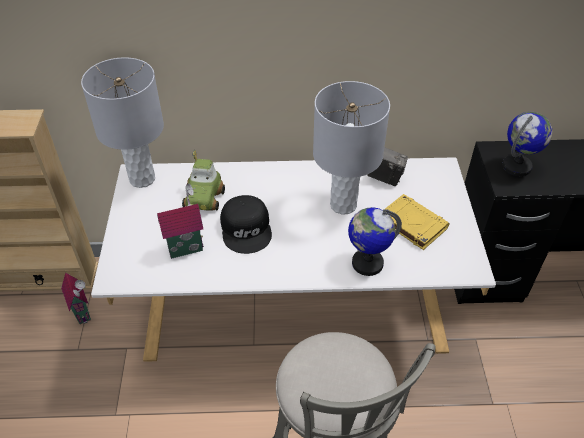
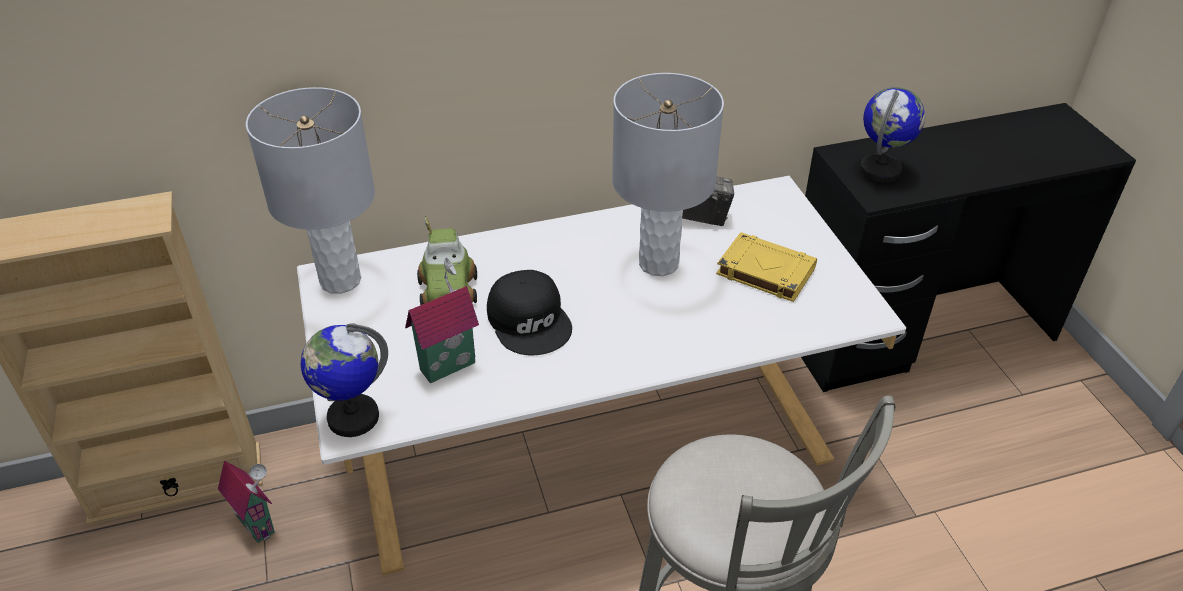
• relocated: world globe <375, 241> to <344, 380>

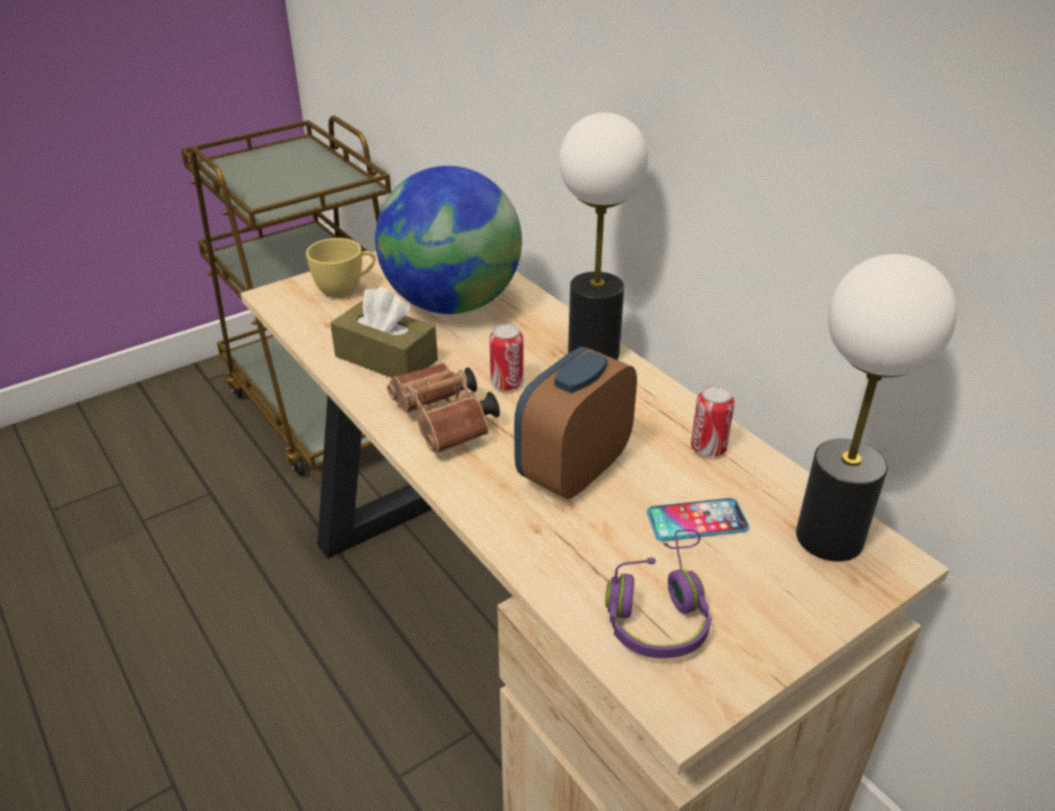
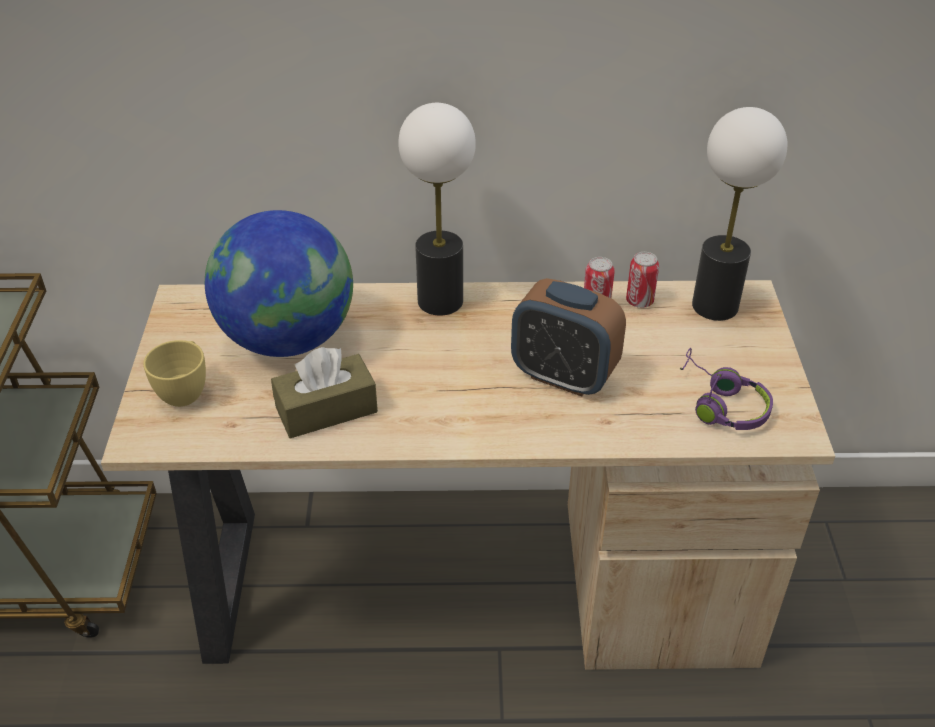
• missing: brown binoculars <443, 408>
• relocated: can <506, 356> to <642, 280>
• spun: alarm clock <575, 423> = <568, 337> 45 degrees counterclockwise
• missing: handset <698, 519>

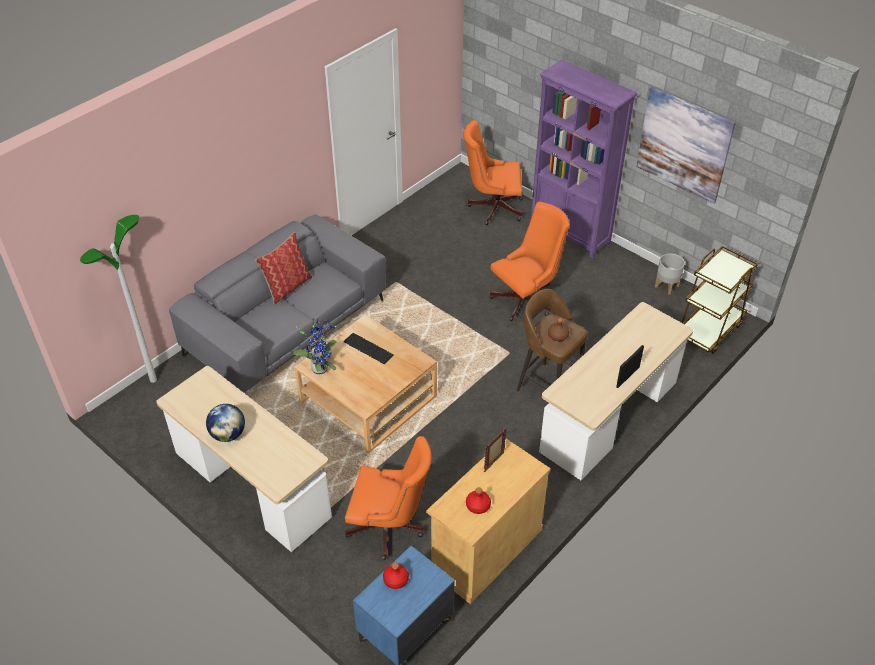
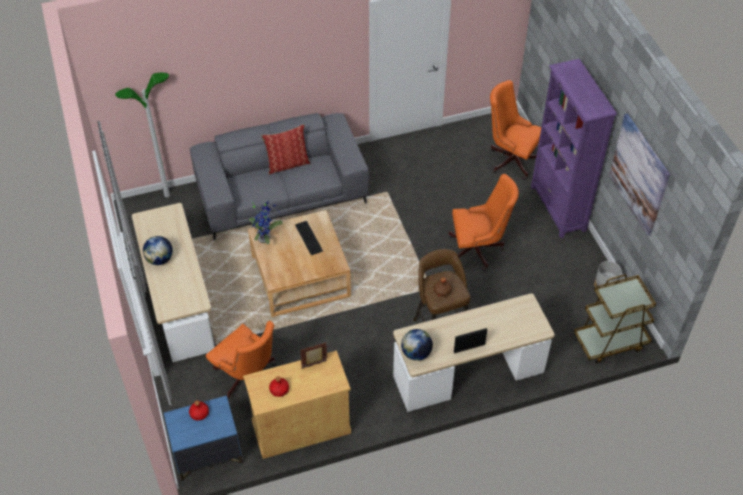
• appeared: world globe <417, 345>

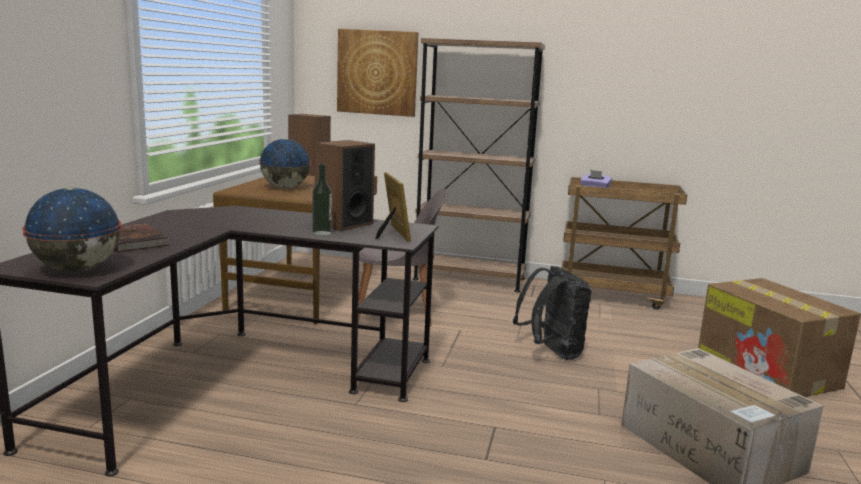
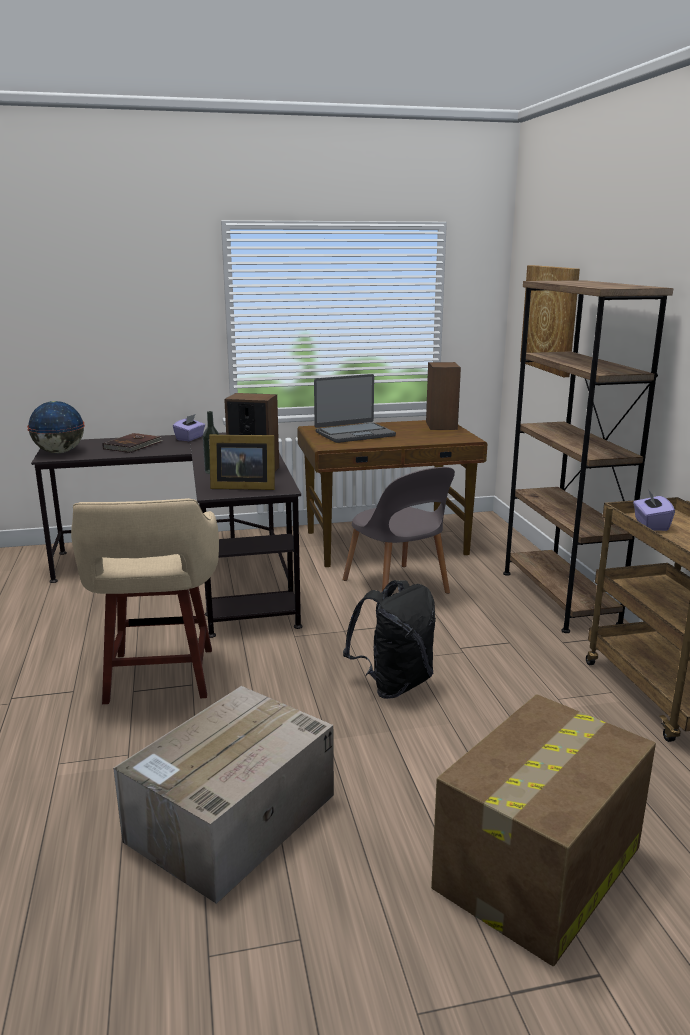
• exchanged: world globe <285, 164> to notebook computer <355, 408>
• spun: picture frame <393, 207> = <242, 462> 45 degrees clockwise
• appeared: sand-coloured stool seat <145, 601>
• appeared: purple tissue box <189, 427>

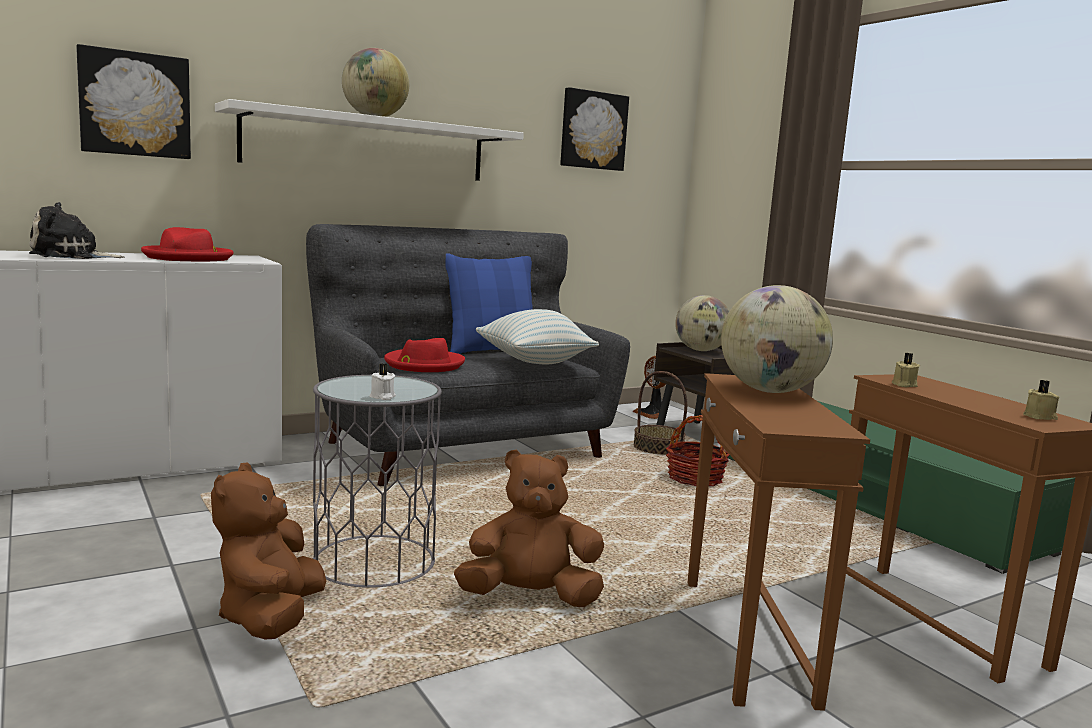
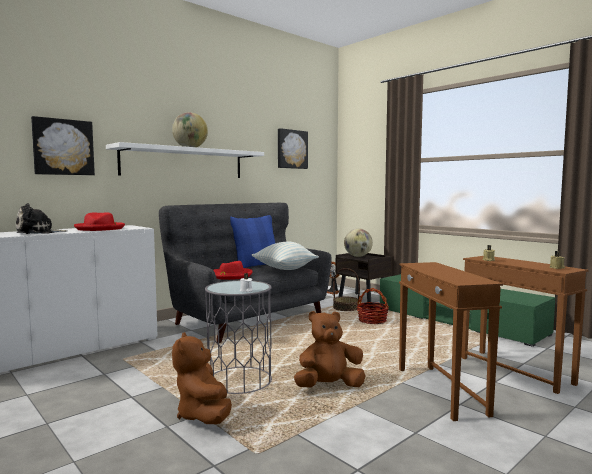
• missing: world globe <777, 339>

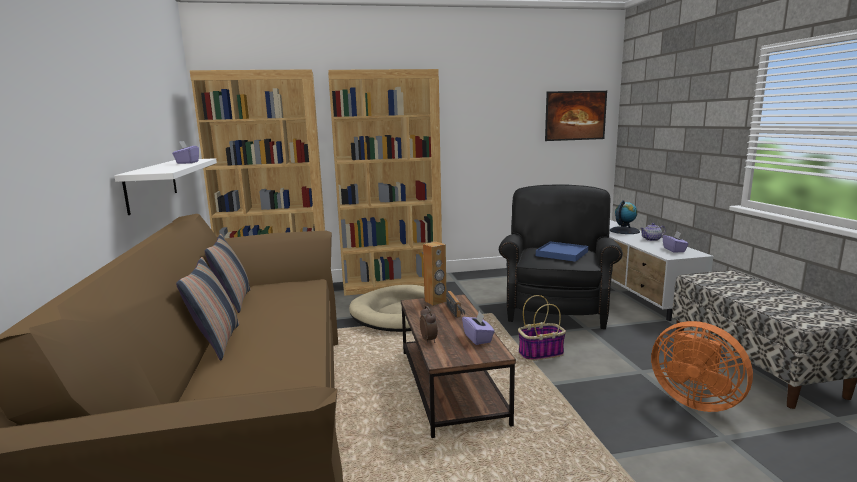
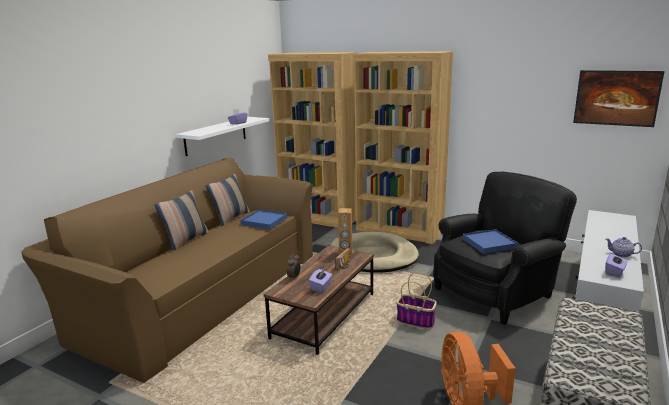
• missing: world globe <625, 217>
• appeared: bluish carrying tray <264, 219>

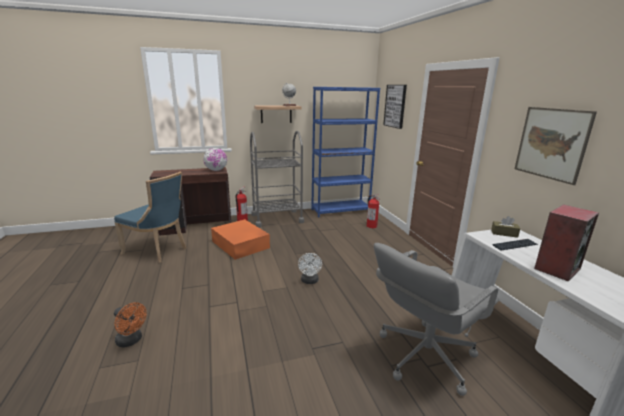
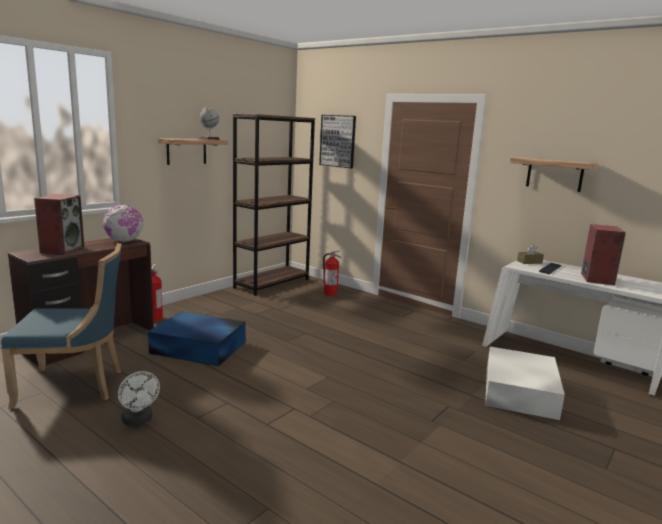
• missing: orangey fan <130, 325>
• colour: orangey storage box <240, 239> to bluish storage box <196, 339>
• missing: gray cart <277, 179>
• relocated: whitish fan <310, 268> to <139, 398>
• colour: bluish bookshelf <346, 152> to brown bookshelf <274, 204>
• exchanged: gray office chair <436, 319> to whitish storage box <525, 383>
• exchanged: picture <556, 146> to shelf <553, 174>
• appeared: loudspeaker <59, 224>

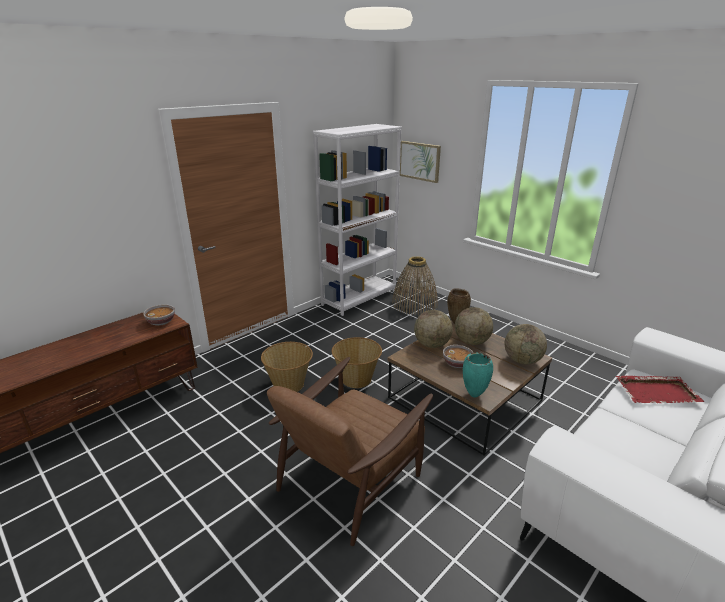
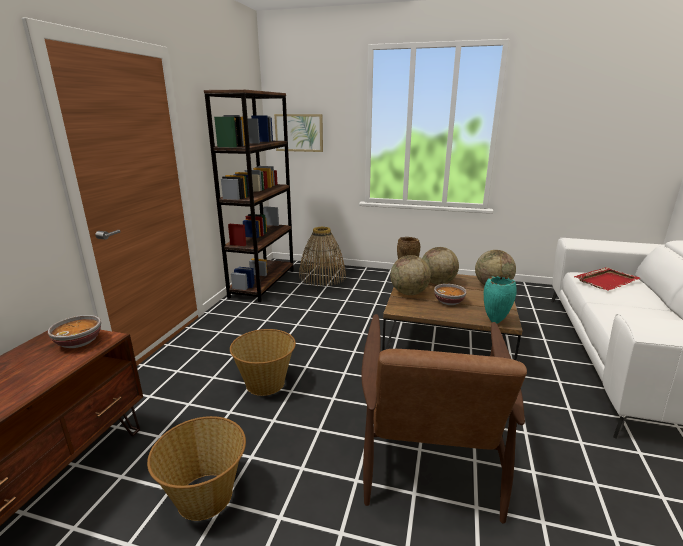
• colour: whitish bookshelf <357, 220> to brown bookshelf <249, 195>
• relocated: storage basket <357, 362> to <196, 468>

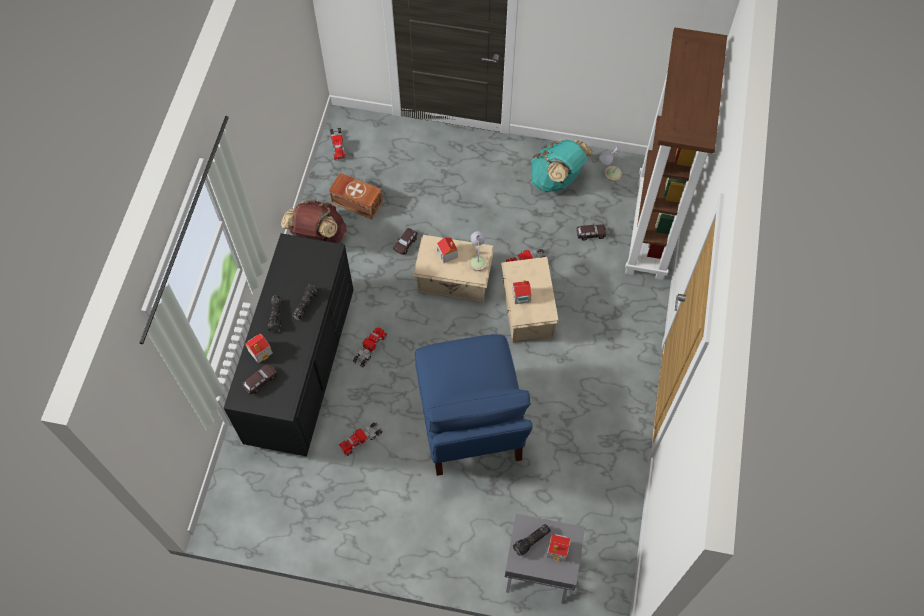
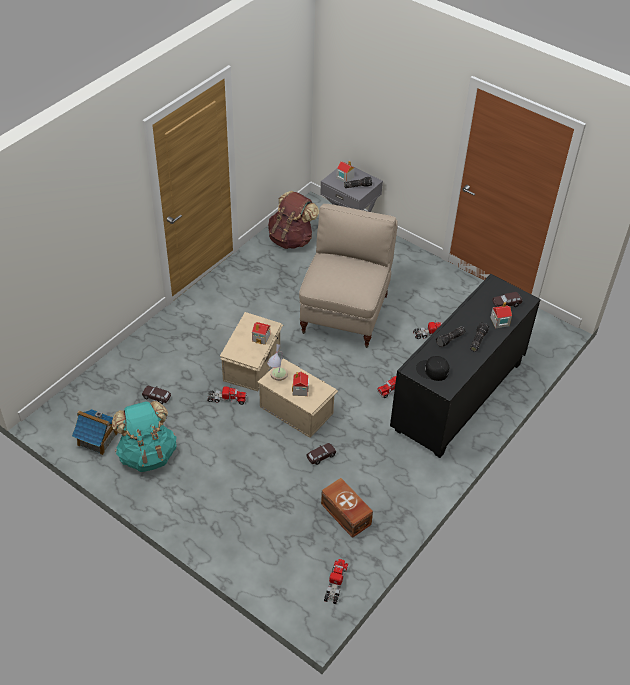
• relocated: brown rucksack <314, 221> to <293, 220>
• colour: bluish plain chair <474, 405> to sand-coloured plain chair <348, 276>
• exchanged: lamp for a table <611, 163> to miniature house <95, 432>
• missing: brown bookshelf <676, 154>
• appeared: black peaked cap <433, 368>

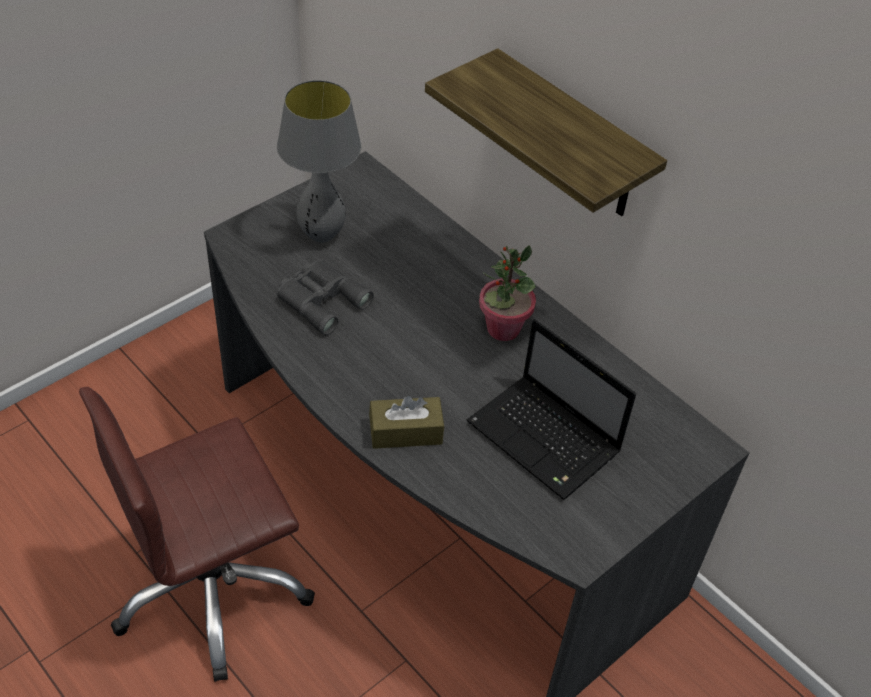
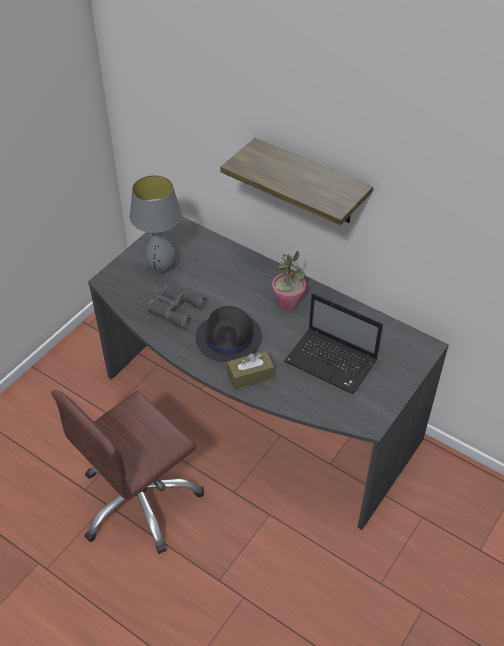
• appeared: black clothing hat <228, 334>

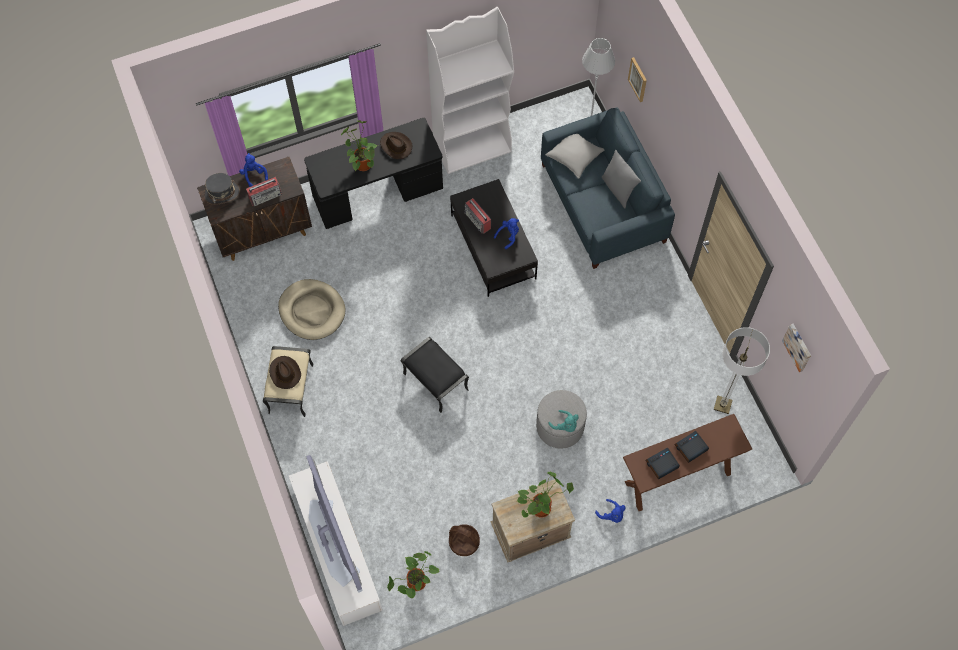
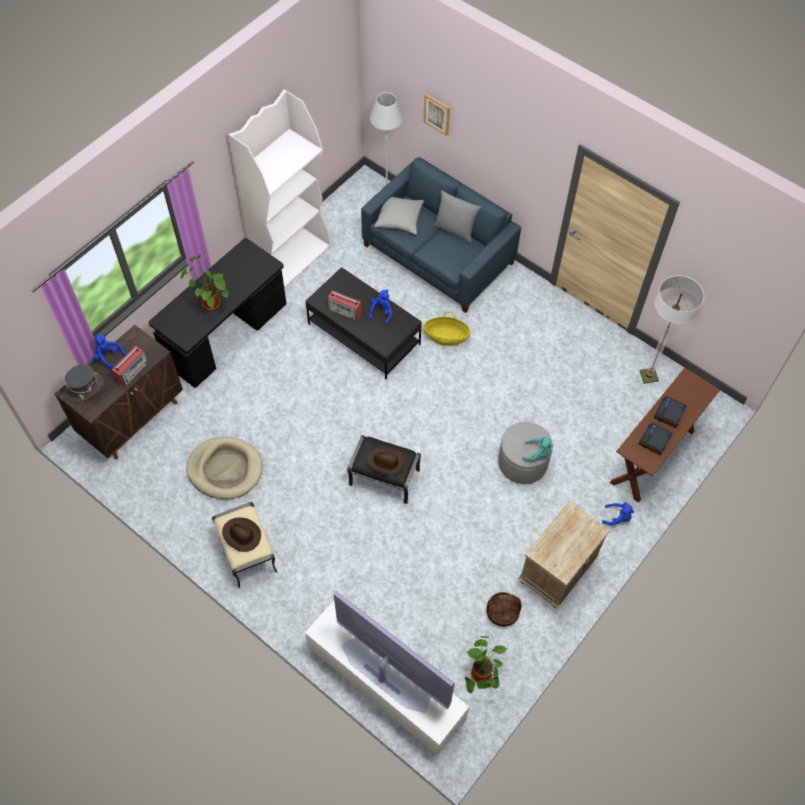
• relocated: brown clothing hat <396, 145> to <385, 461>
• missing: plant in a pot <545, 495>
• missing: picture <796, 348>
• appeared: storage basket <447, 329>

